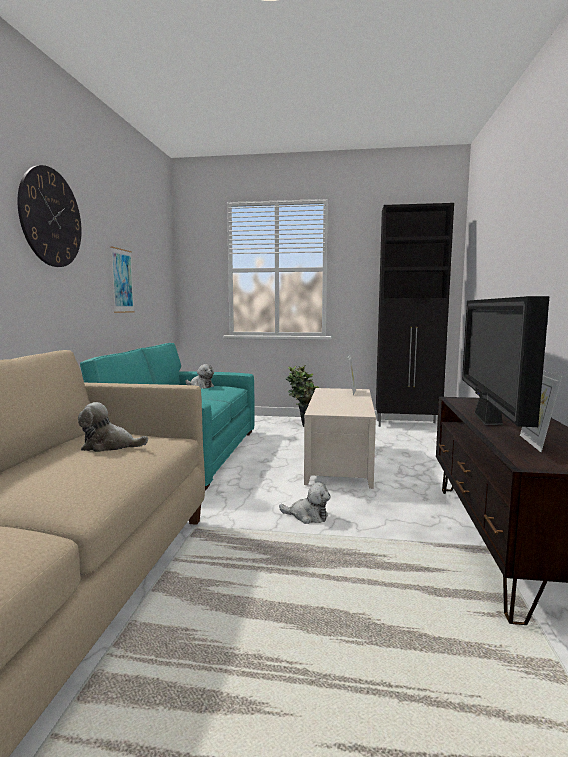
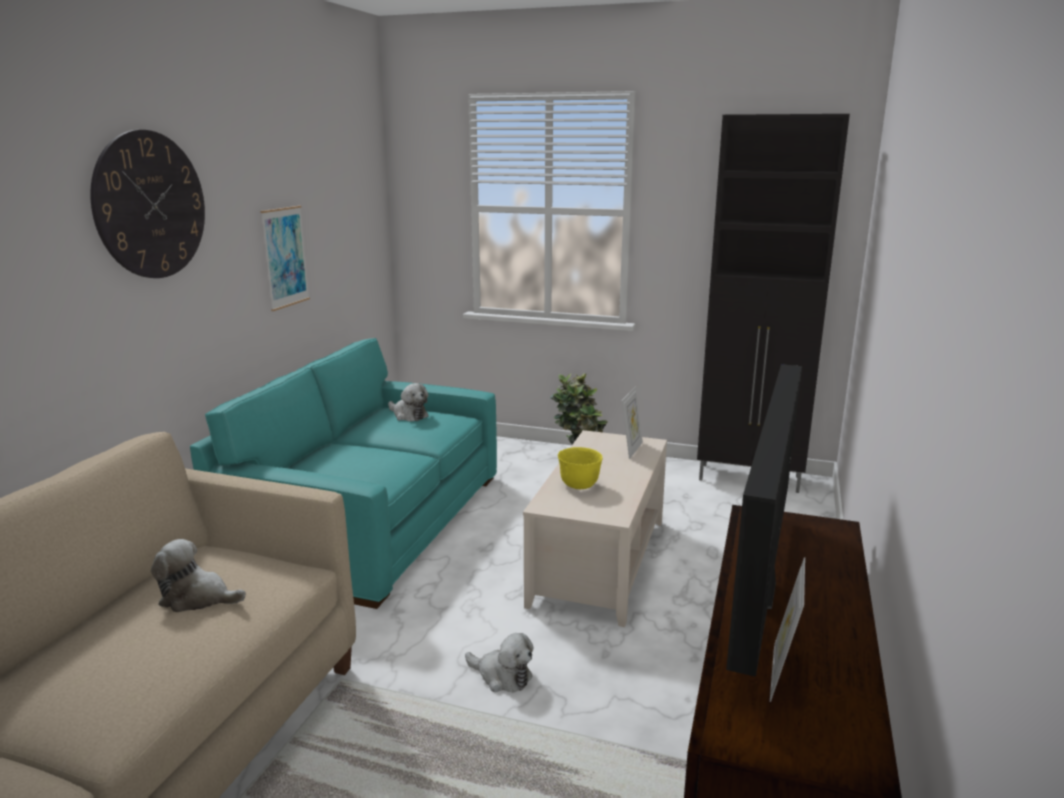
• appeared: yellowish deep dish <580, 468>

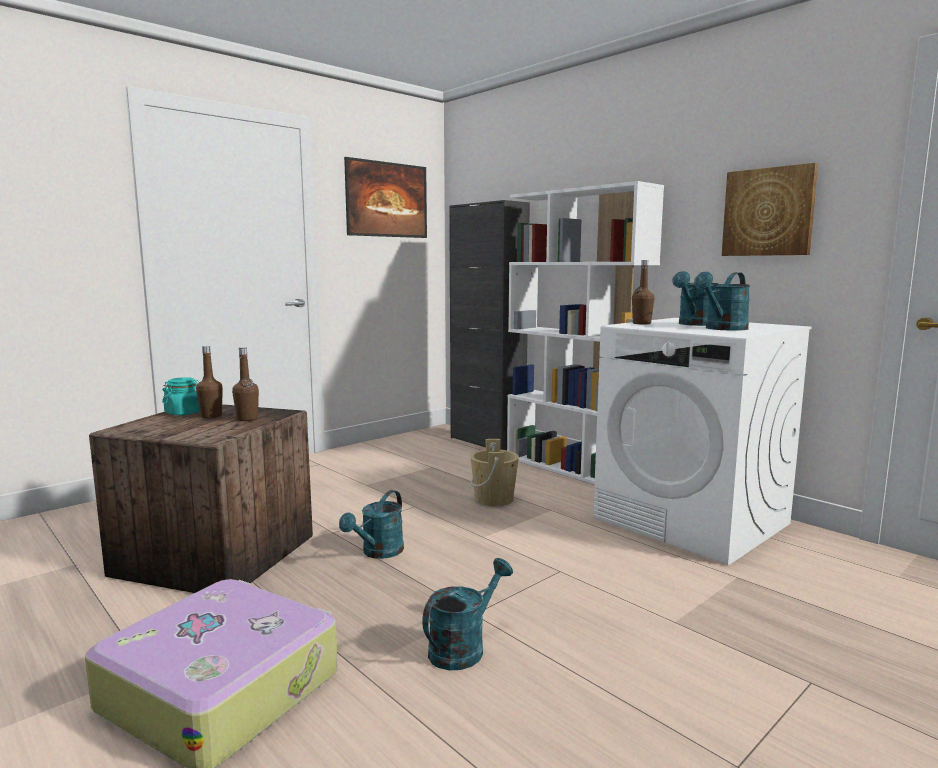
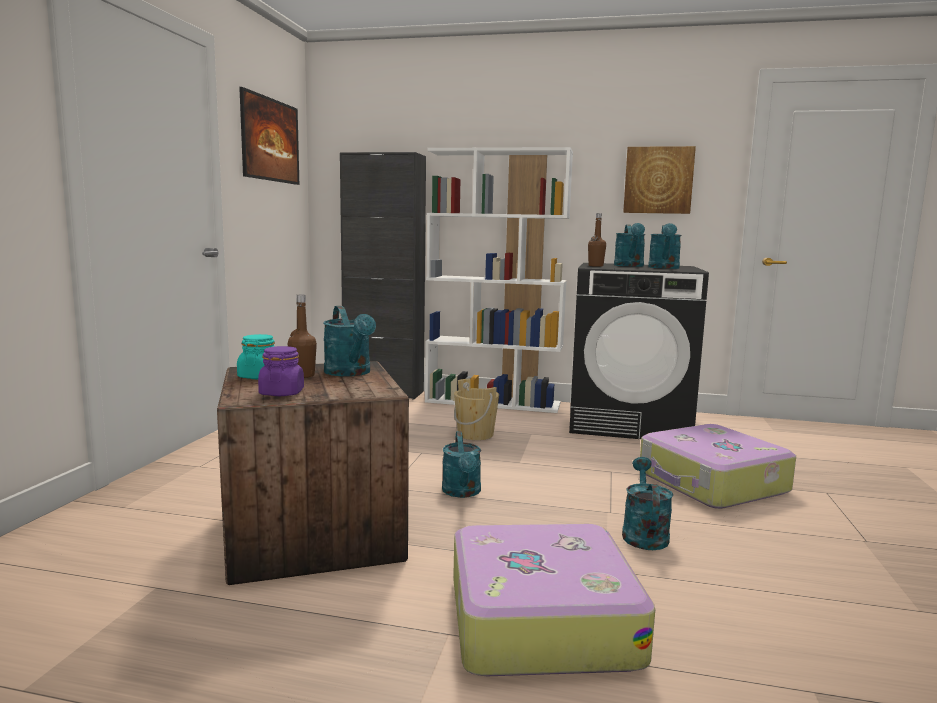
• exchanged: brown drink bottle <245, 384> to turquoise watering can <349, 341>
• colour: whitish laundry appliance <702, 441> to black laundry appliance <639, 351>
• appeared: purple preserve jar <281, 371>
• appeared: piece of luggage <718, 466>

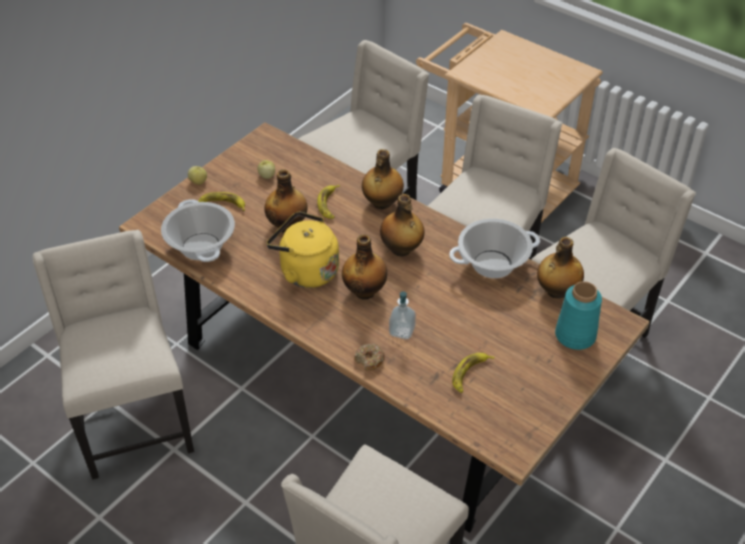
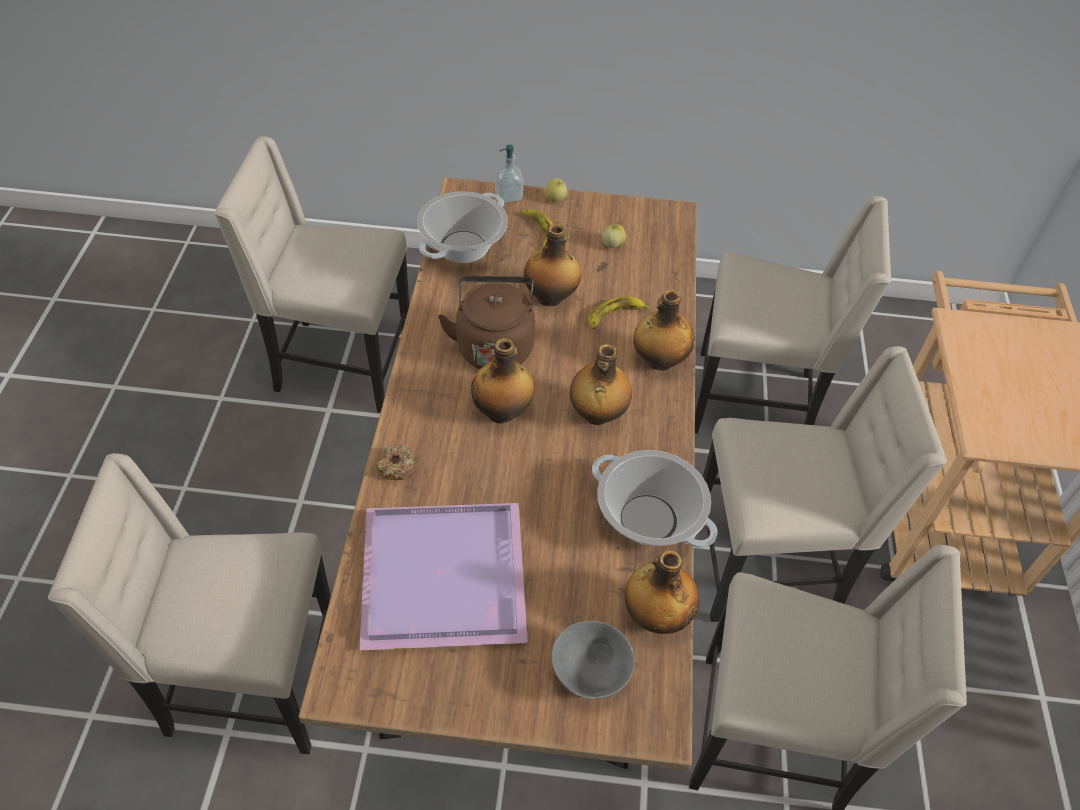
• spun: sand-coloured plain chair <113, 355> = <311, 274> 120 degrees counterclockwise
• colour: yellowish tea kettle <303, 249> to brown tea kettle <486, 322>
• relocated: soap bottle <402, 315> to <509, 174>
• exchanged: banana <473, 373> to purple carrying tray <443, 577>
• exchanged: turquoise vase <578, 315> to gray deep dish <593, 660>

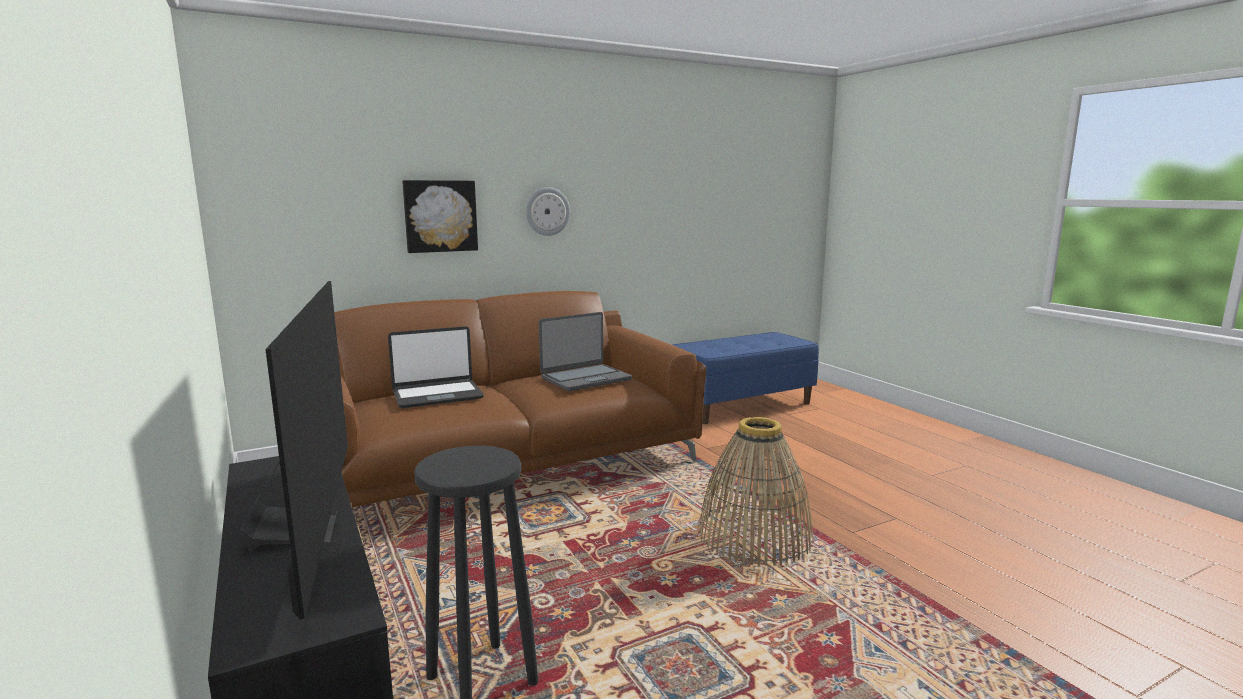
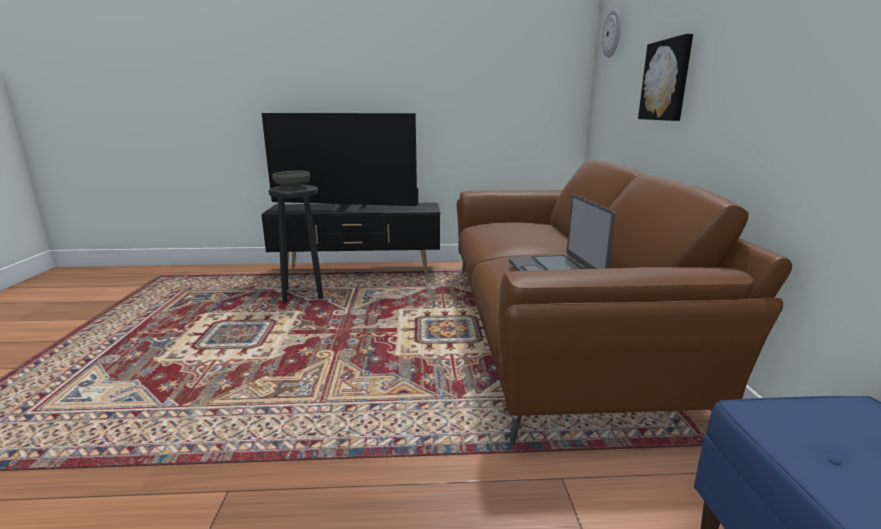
• missing: notebook computer <436, 367>
• relocated: hanging clock <548, 211> to <611, 33>
• missing: storage basket <755, 491>
• appeared: gray deep dish <291, 179>

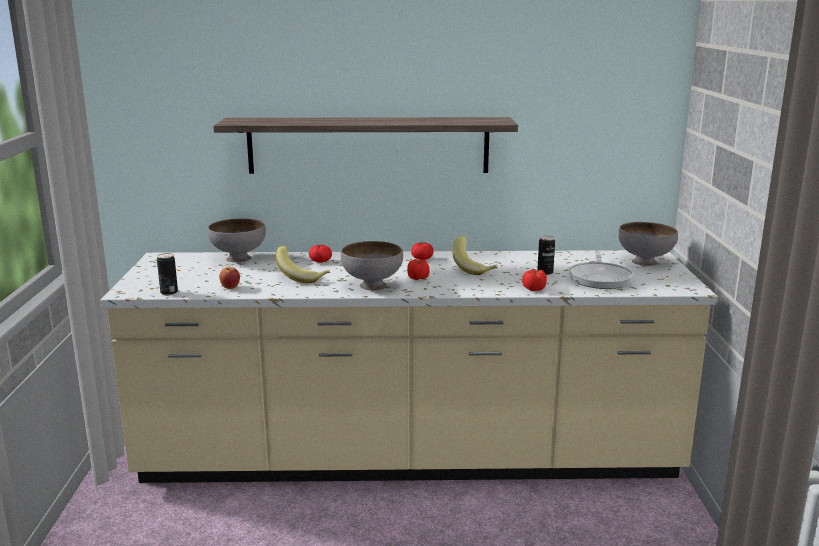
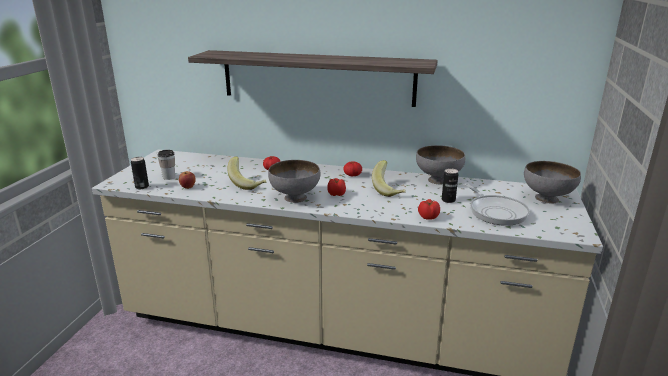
• relocated: gray deep dish <237, 240> to <440, 164>
• spun: pan <601, 270> = <497, 204> 45 degrees counterclockwise
• appeared: cup <166, 165>

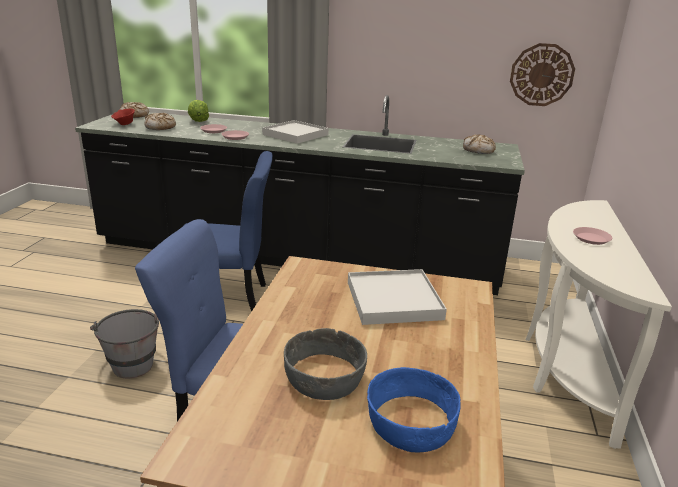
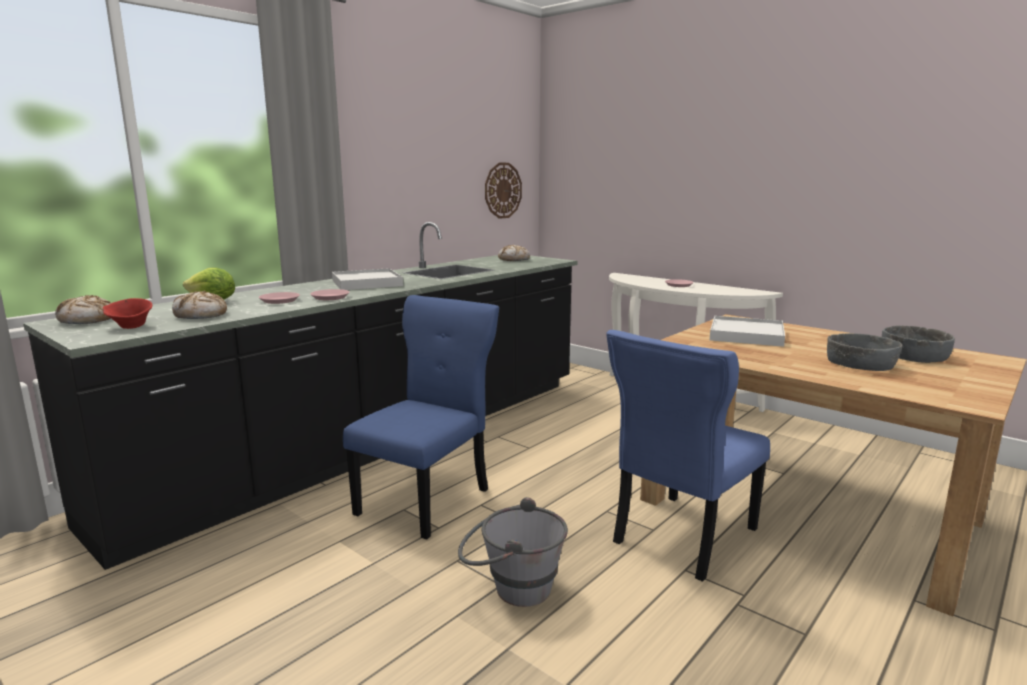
• colour: bluish deep dish <414, 409> to gray deep dish <918, 344>

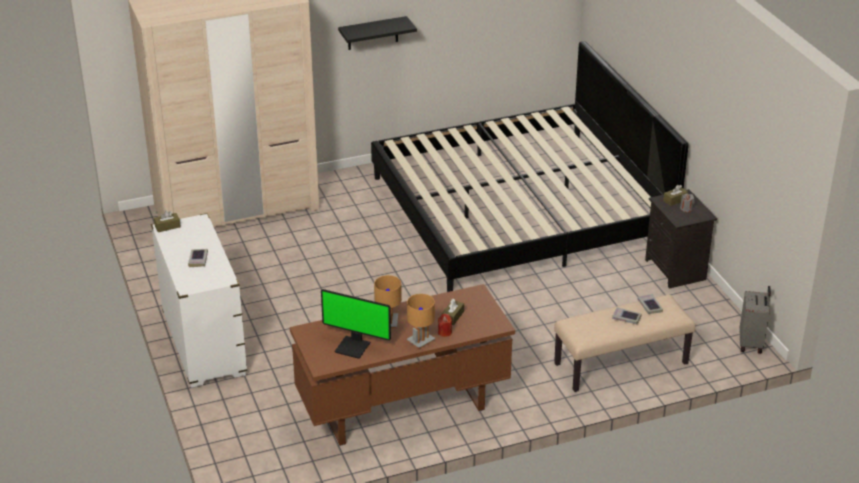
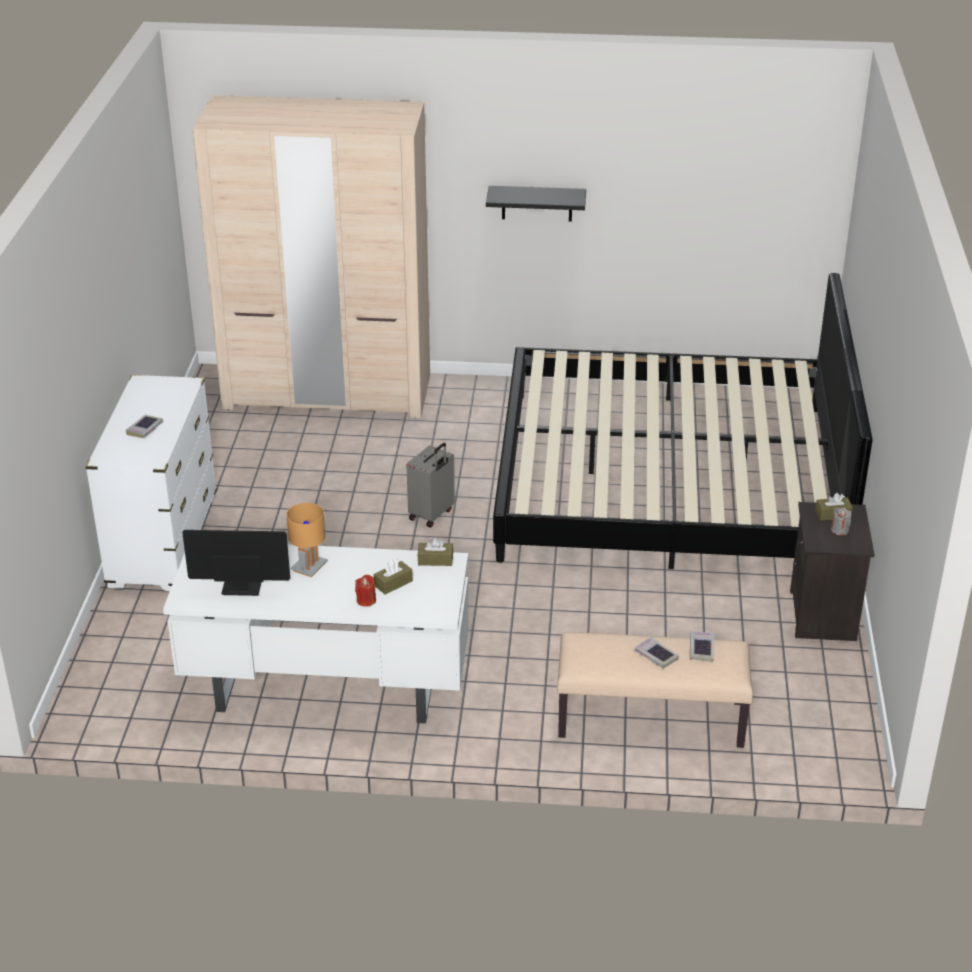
• relocated: brown tissue box <167, 221> to <435, 552>
• colour: brown desk unit <402, 365> to whitish desk unit <316, 634>
• spun: monitor <356, 324> = <236, 563> 135 degrees clockwise
• missing: brown lamp for a table <421, 321>
• relocated: gray piece of luggage <755, 320> to <431, 485>

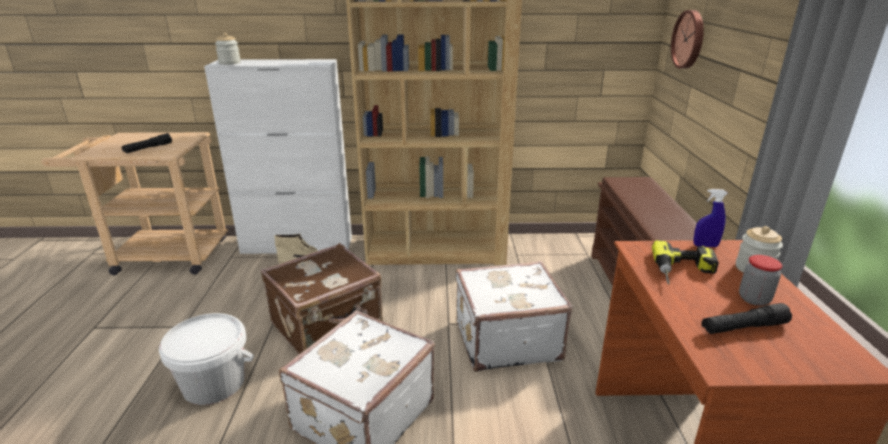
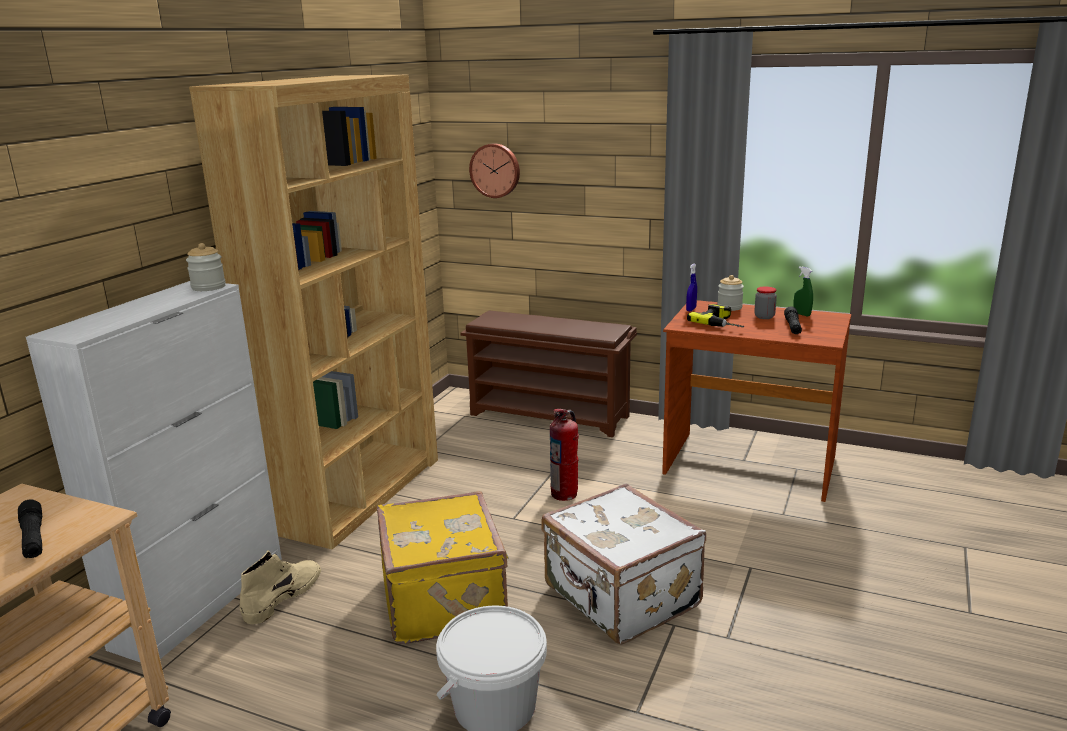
• relocated: preserve jar <228, 49> to <206, 267>
• colour: brown piece of luggage <322, 298> to yellowish piece of luggage <443, 567>
• exchanged: whitish piece of luggage <514, 316> to fire extinguisher <564, 455>
• appeared: green-coloured sprayer <803, 291>

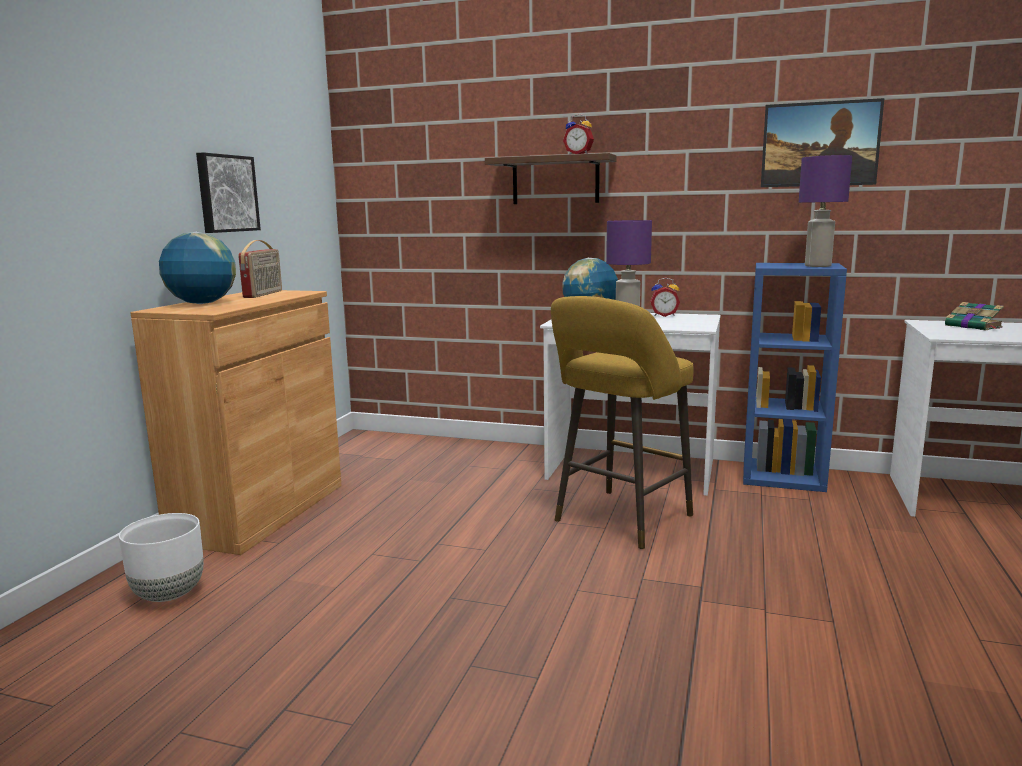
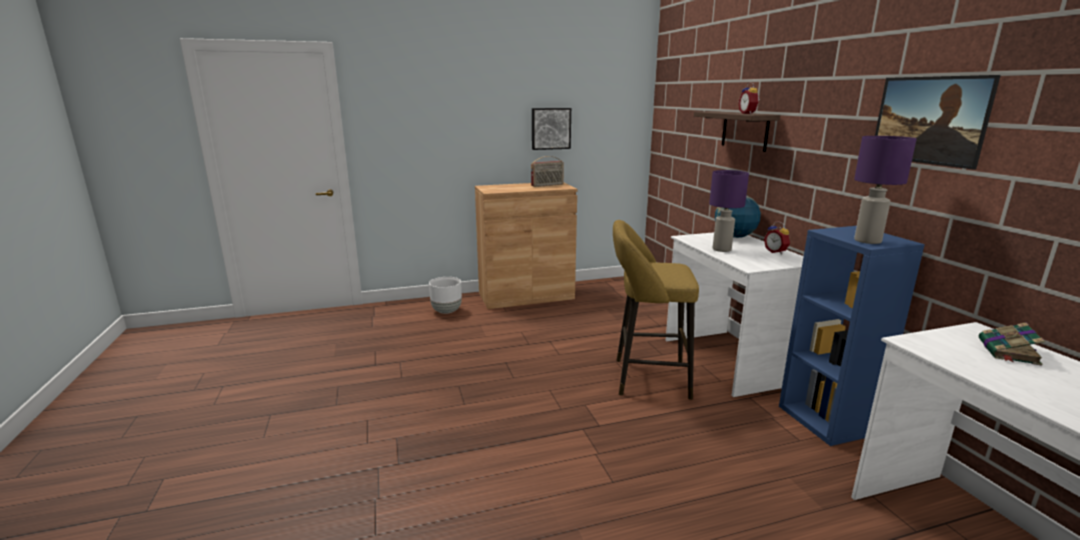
• missing: world globe <197, 268>

